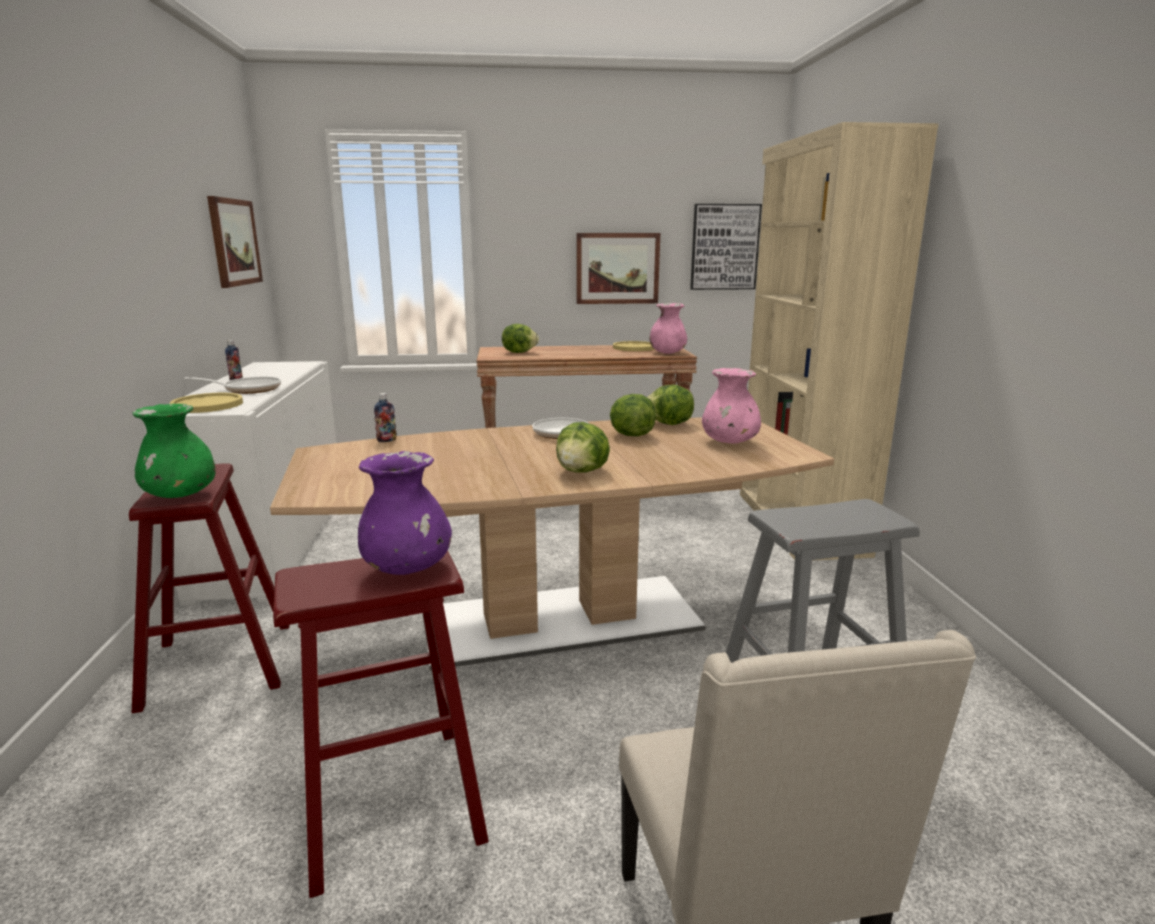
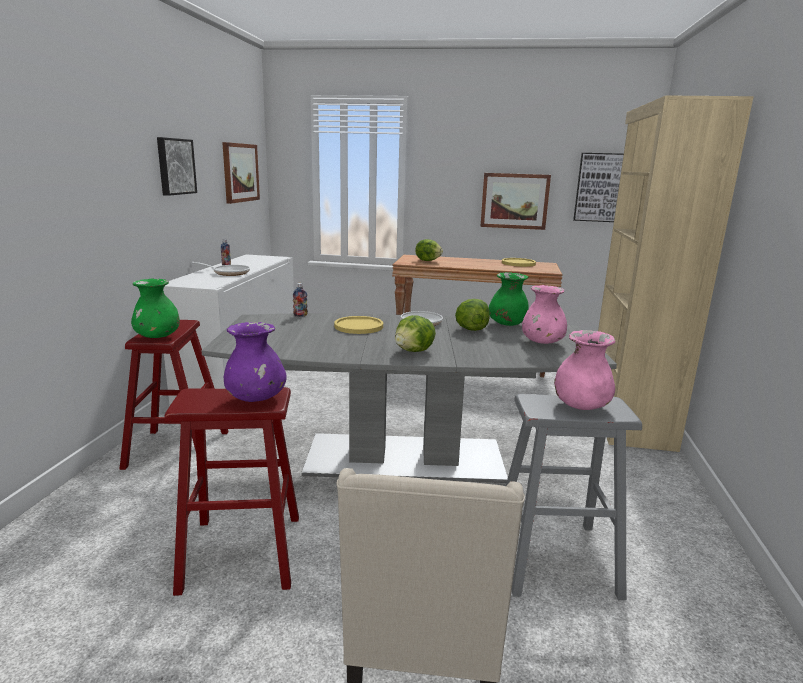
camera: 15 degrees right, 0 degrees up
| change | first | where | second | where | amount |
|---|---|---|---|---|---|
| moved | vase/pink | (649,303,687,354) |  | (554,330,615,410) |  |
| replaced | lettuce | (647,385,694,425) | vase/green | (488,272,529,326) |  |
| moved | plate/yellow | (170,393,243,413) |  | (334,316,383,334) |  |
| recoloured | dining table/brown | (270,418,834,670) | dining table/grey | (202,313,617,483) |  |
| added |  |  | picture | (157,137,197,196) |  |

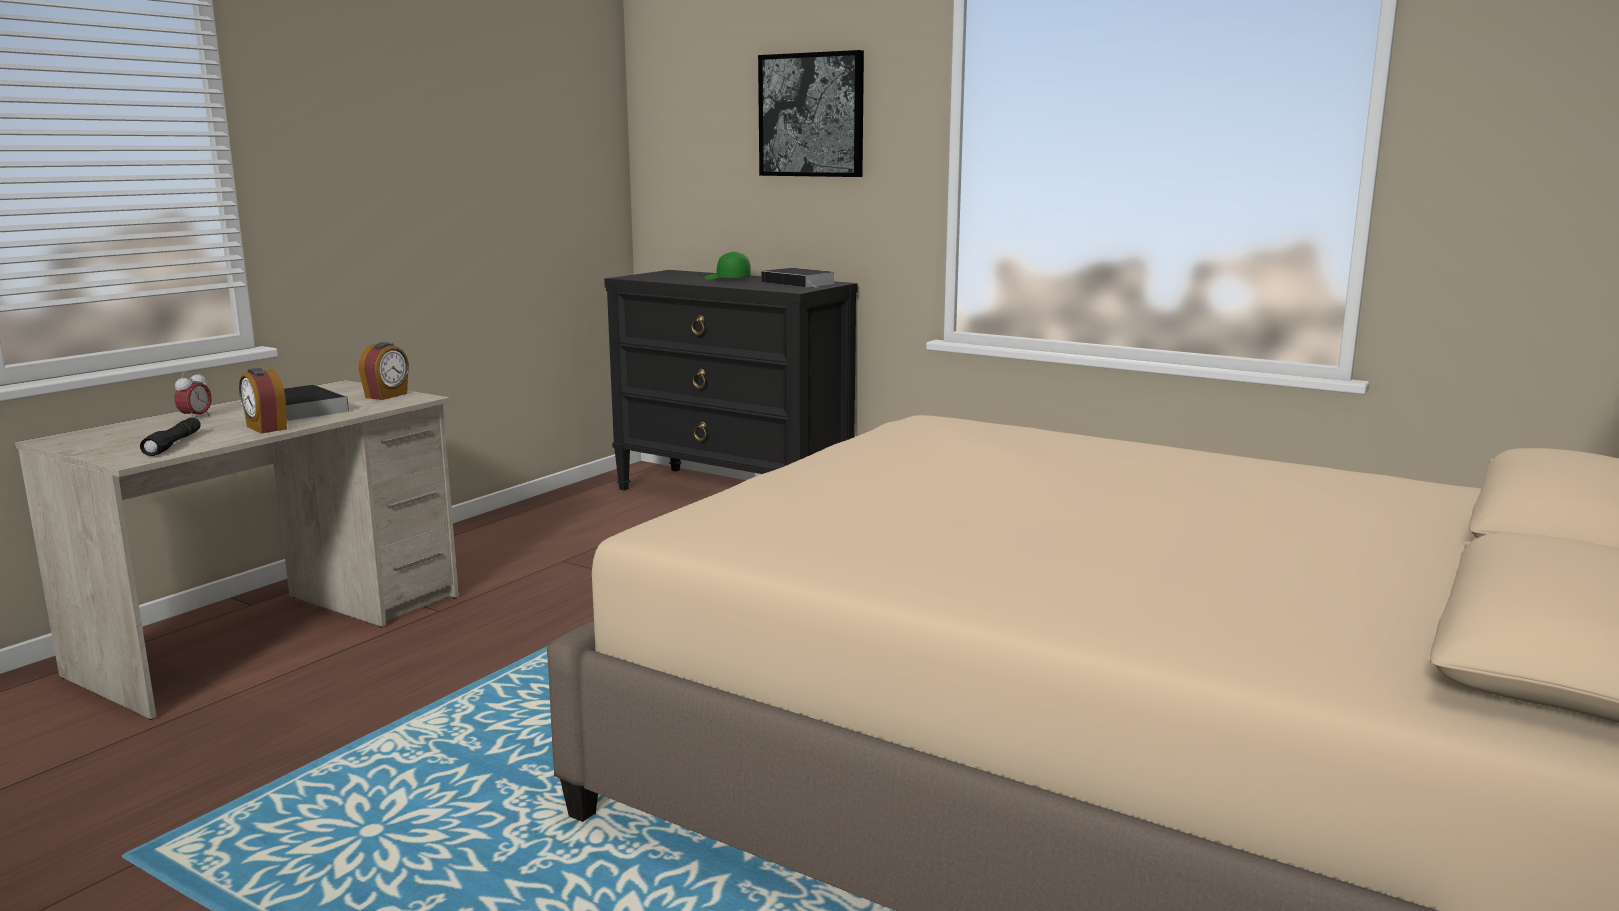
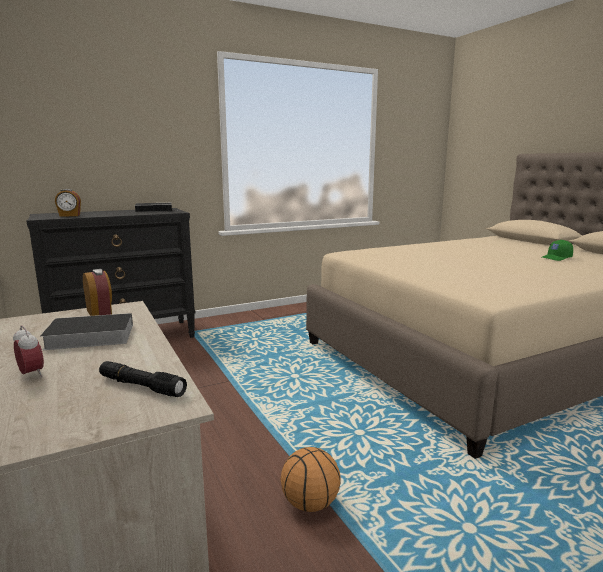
camera: 60 degrees left, 0 degrees up
| change | first | where | second | where | amount |
|---|---|---|---|---|---|
| removed | picture | (758,50,864,177) |  |  |  |
| moved | cap/green | (705,251,751,280) |  | (541,240,573,261) |  |
| moved | alarm clock | (239,368,287,433) |  | (55,189,81,217) |  |
| added |  |  | basketball | (281,447,341,512) |  |

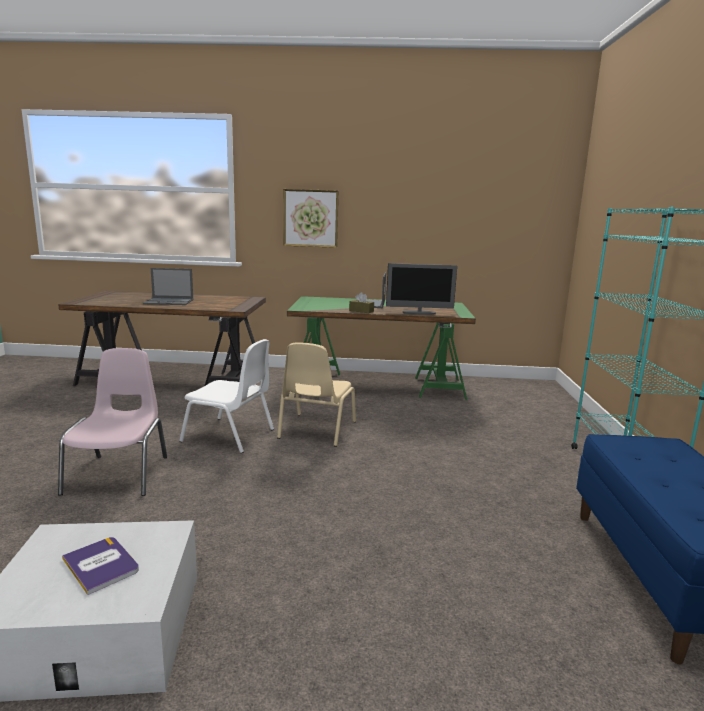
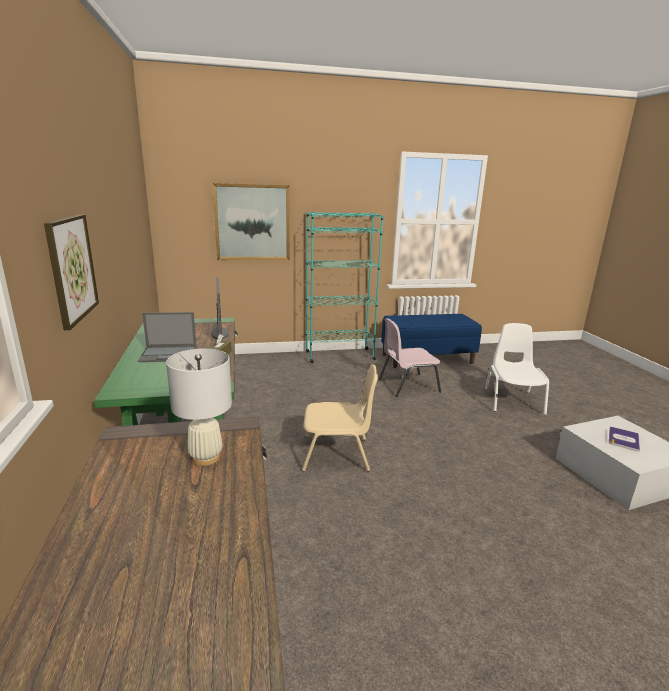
camera: 105 degrees left, 5 degrees up
| change | first | where | second | where | amount |
|---|---|---|---|---|---|
| removed | laptop | (143,268,193,305) |  |  |  |
| moved | chair/white | (179,339,274,453) |  | (485,323,549,415) |  |
| moved | chair/pink | (58,348,167,496) |  | (379,318,441,397) |  |
| added |  |  | picture | (213,183,290,260) |  |
| added |  |  | table lamp/white | (166,348,232,466) |  |

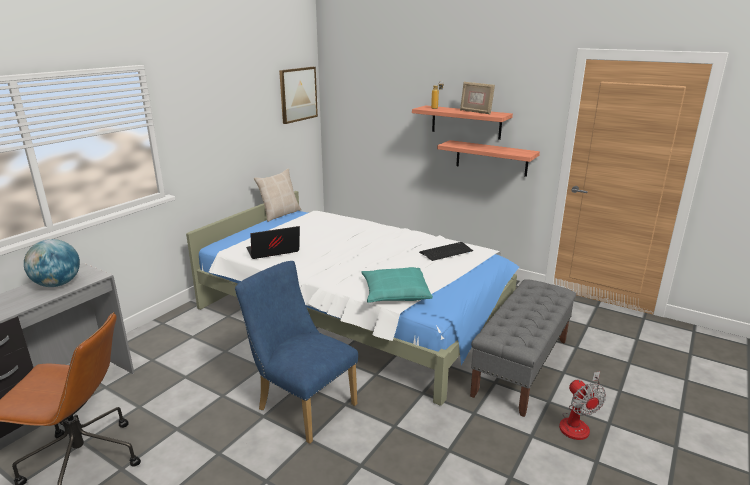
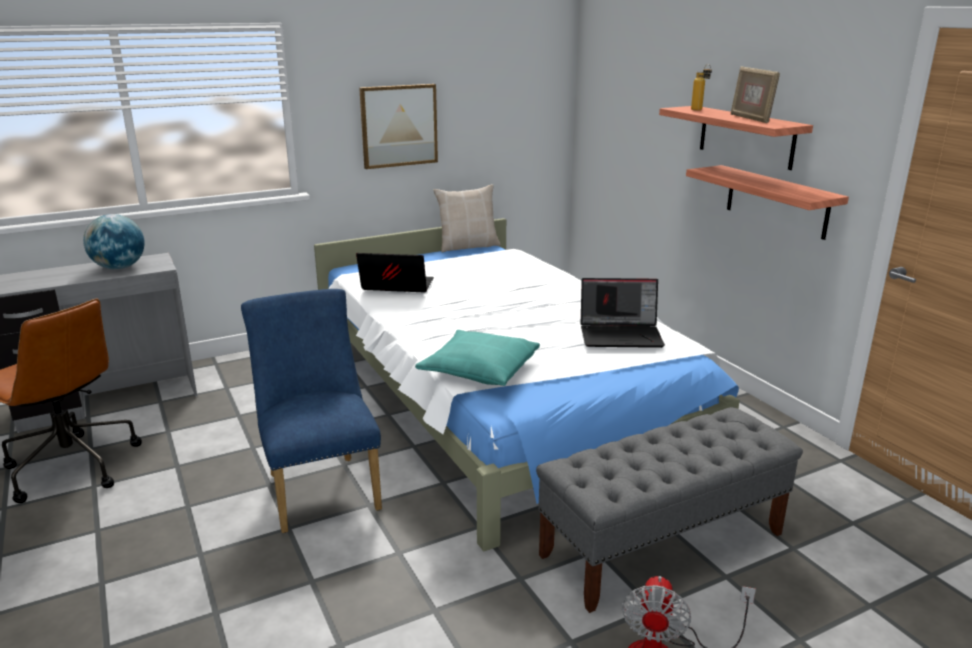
camera: 30 degrees right, 0 degrees up
| change | first | where | second | where | amount |
|---|---|---|---|---|---|
| moved | picture | (279,67,318,124) |  | (359,84,438,169) |  |
| replaced | keyboard | (419,242,473,261) | laptop | (581,278,665,348) |  |

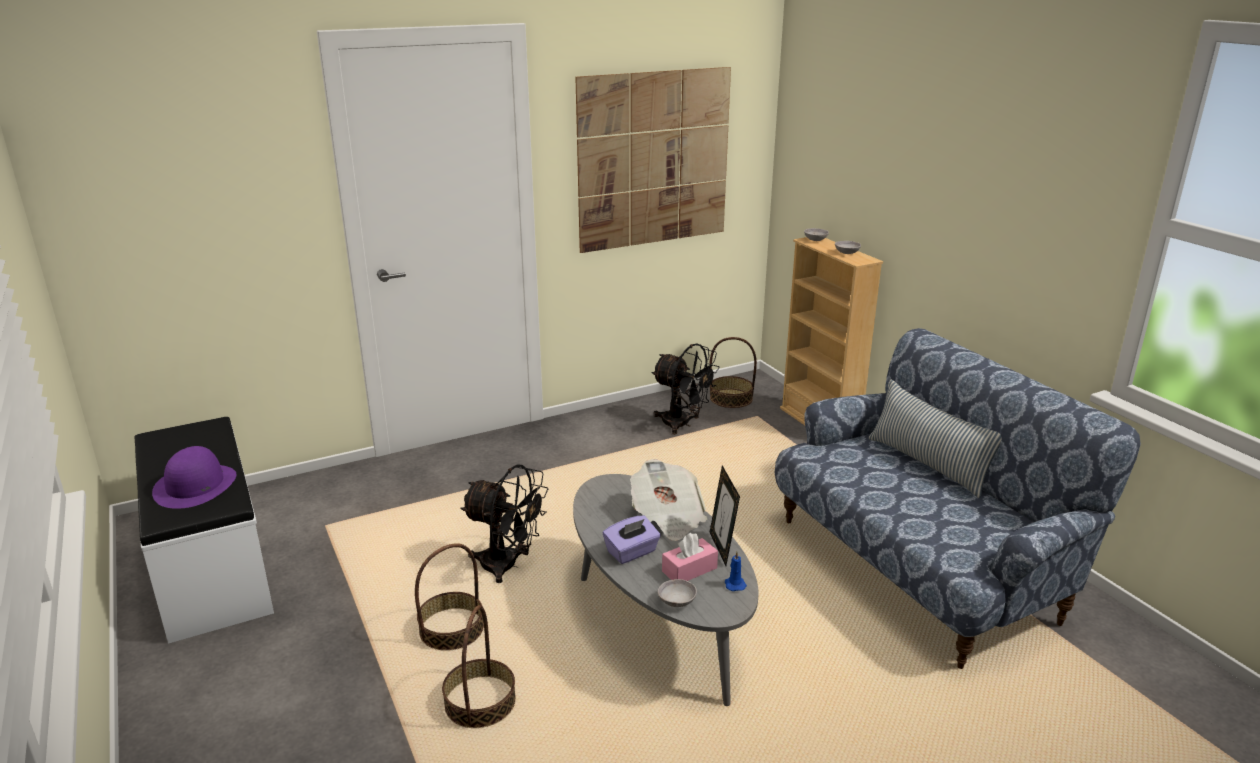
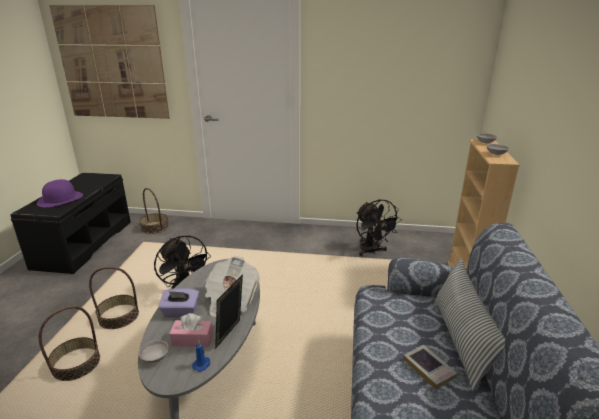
camera: 35 degrees right, 0 degrees up
| change | first | where | second | where | amount |
|---|---|---|---|---|---|
| moved | picture | (575,67,731,253) |  | (49,5,170,119) |  |
| moved | basket | (709,337,757,408) |  | (139,188,169,234) |  |
| recoloured | bench/white | (135,417,274,644) | bench/black | (10,173,131,274) |  |
| added |  |  | book | (403,345,458,390) |  |

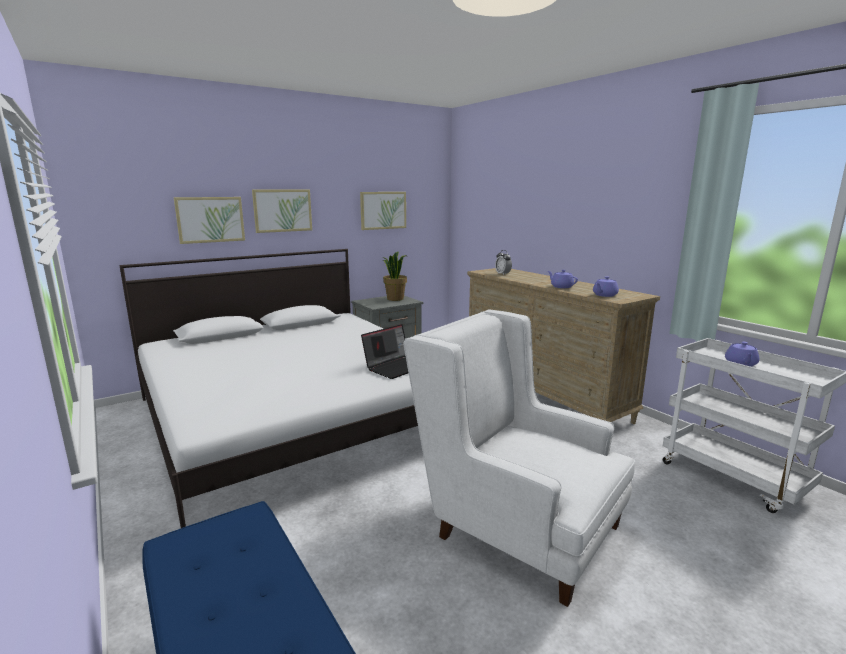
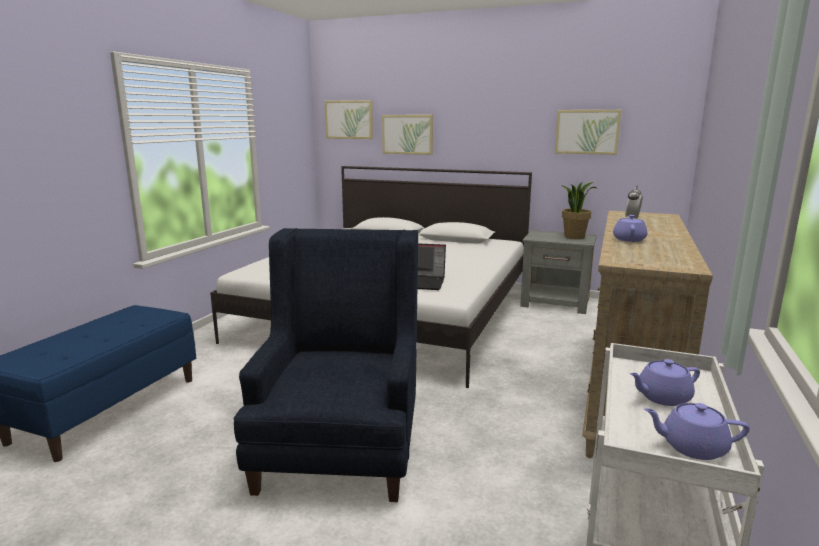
camera: 55 degrees right, 0 degrees up
| change | first | where | second | where | amount |
|---|---|---|---|---|---|
| moved | picture | (252,190,312,233) |  | (325,100,373,139) |  |
| moved | teapot/purple | (593,276,619,297) |  | (644,403,750,460) |  |
| recoloured | armchair/white | (404,309,635,607) | armchair/blue | (234,228,418,502) |  |

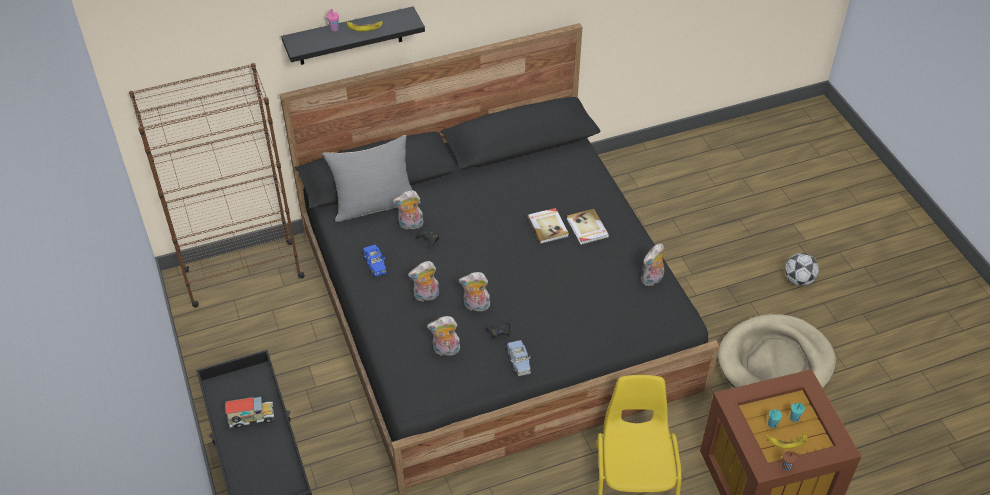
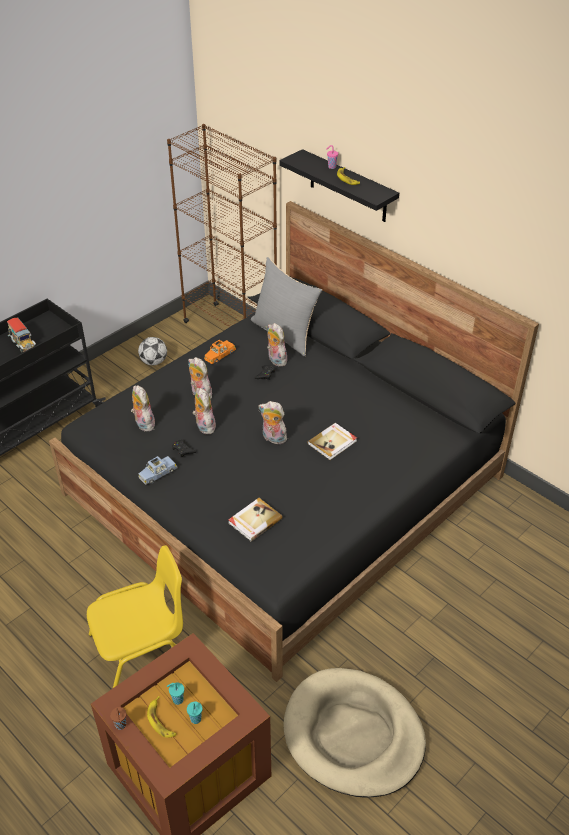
camera: 65 degrees right, 5 degrees down
| change | first | where | second | where | amount |
|---|---|---|---|---|---|
| moved | book | (567,209,609,245) |  | (228,498,283,542) |  |
| moved | plush toy | (641,243,664,286) |  | (259,401,287,444) |  |
| recoloured | toy car/blue | (363,244,386,276) | toy car/orange | (204,340,236,364) |  |
| moved | football | (785,253,819,286) |  | (138,337,167,366) |  |

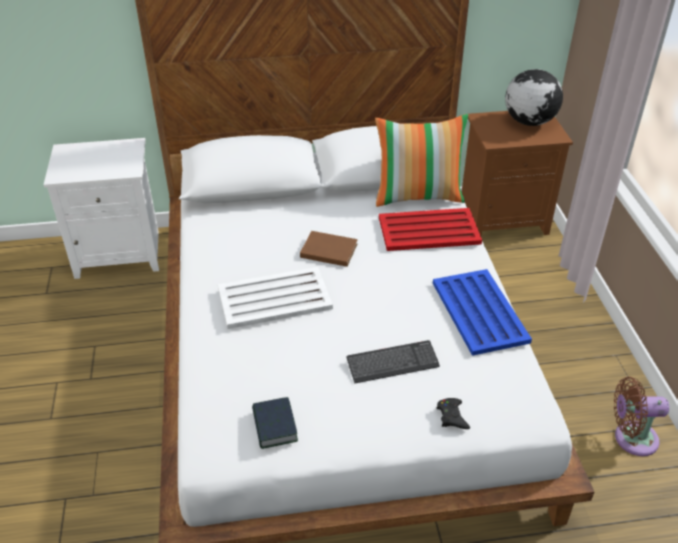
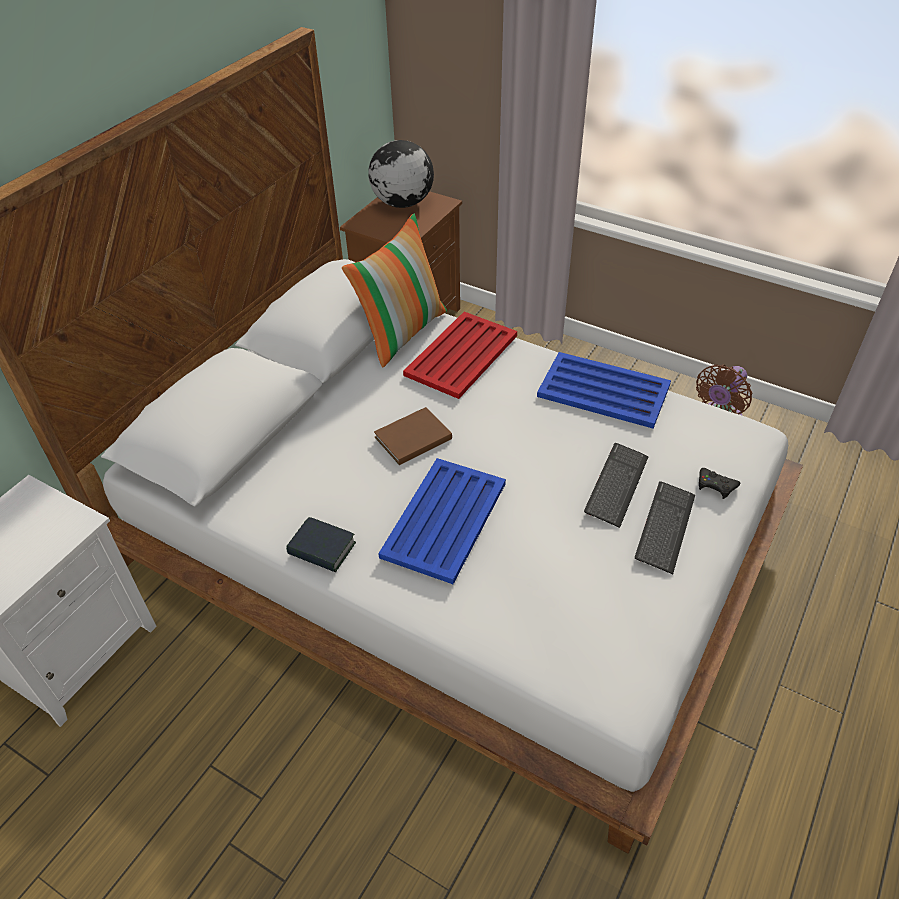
camera: 50 degrees left, 5 degrees up
| change | first | where | second | where | amount |
|---|---|---|---|---|---|
| recoloured | tray/white | (218,267,333,329) | tray/blue | (378,458,506,584) |  |
| moved | book | (252,397,298,449) |  | (286,517,356,572) |  |
| added |  |  | keyboard | (635,481,695,574) |  |

